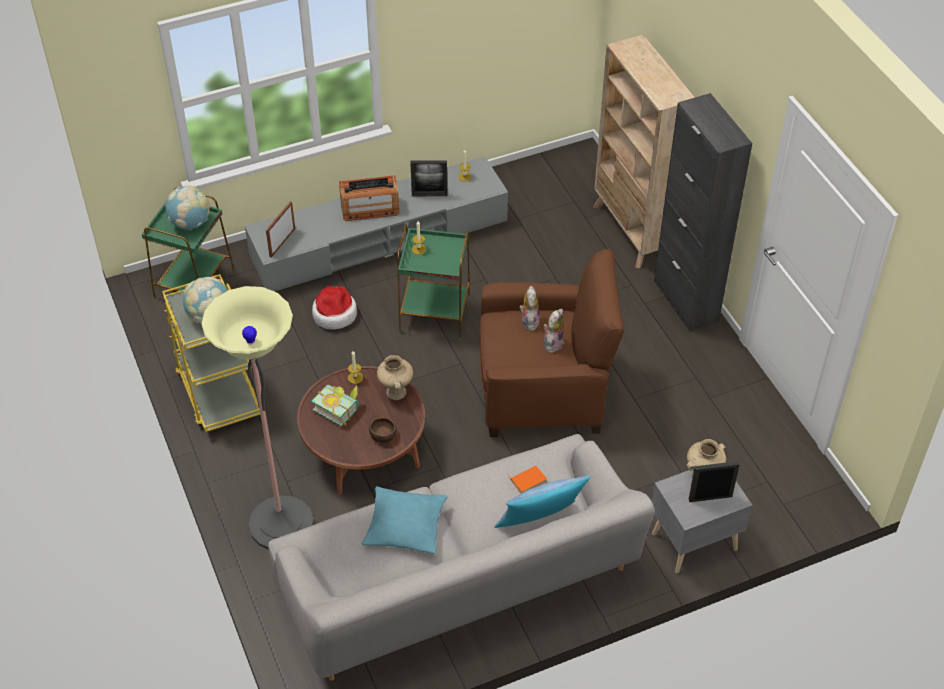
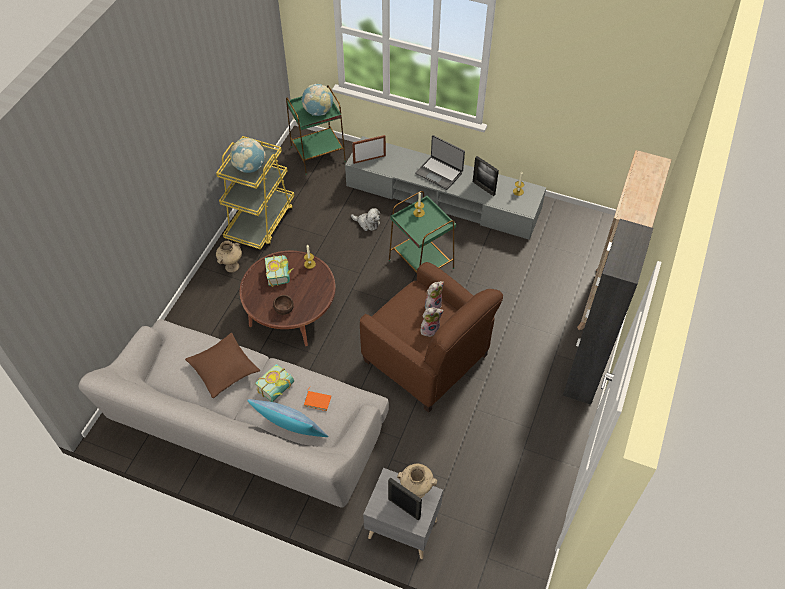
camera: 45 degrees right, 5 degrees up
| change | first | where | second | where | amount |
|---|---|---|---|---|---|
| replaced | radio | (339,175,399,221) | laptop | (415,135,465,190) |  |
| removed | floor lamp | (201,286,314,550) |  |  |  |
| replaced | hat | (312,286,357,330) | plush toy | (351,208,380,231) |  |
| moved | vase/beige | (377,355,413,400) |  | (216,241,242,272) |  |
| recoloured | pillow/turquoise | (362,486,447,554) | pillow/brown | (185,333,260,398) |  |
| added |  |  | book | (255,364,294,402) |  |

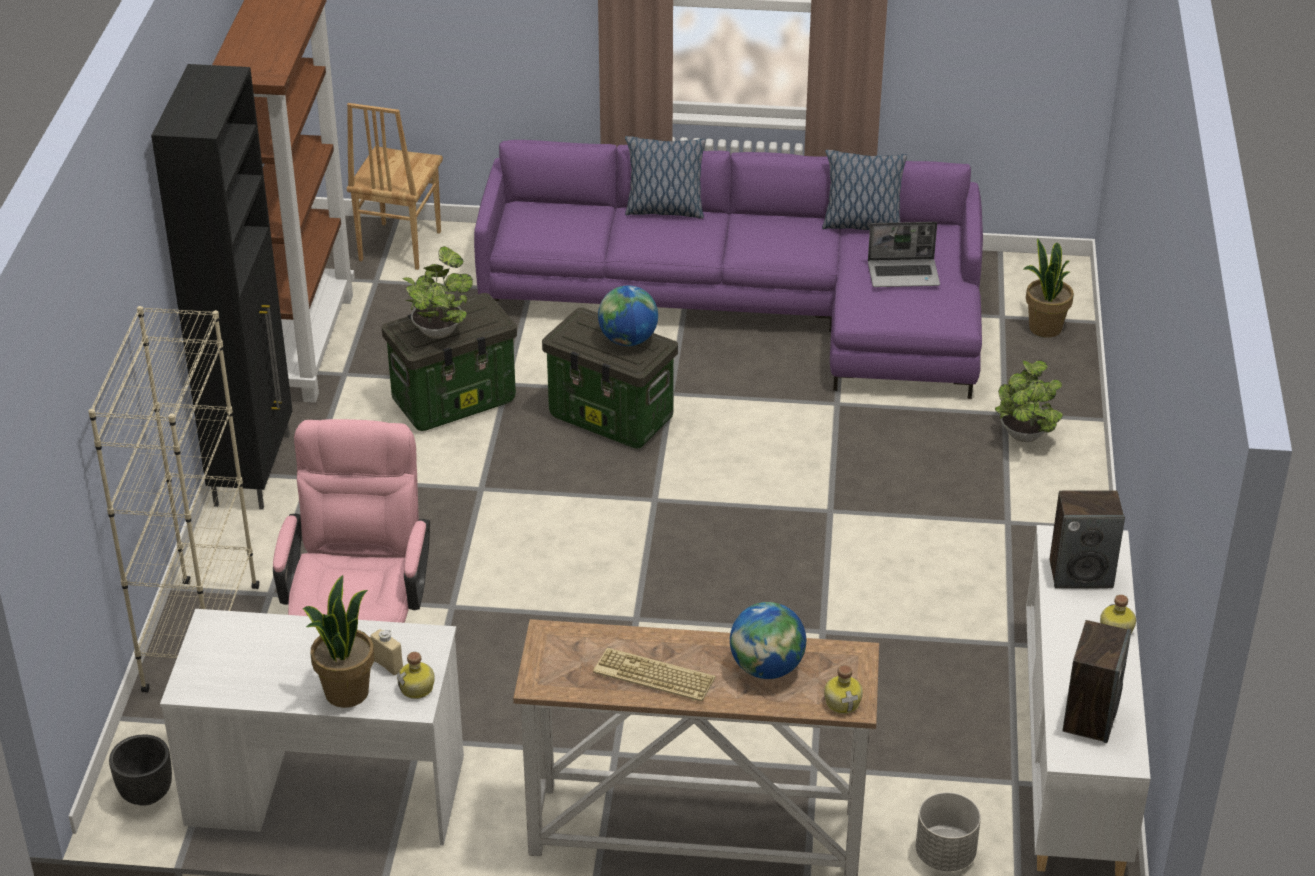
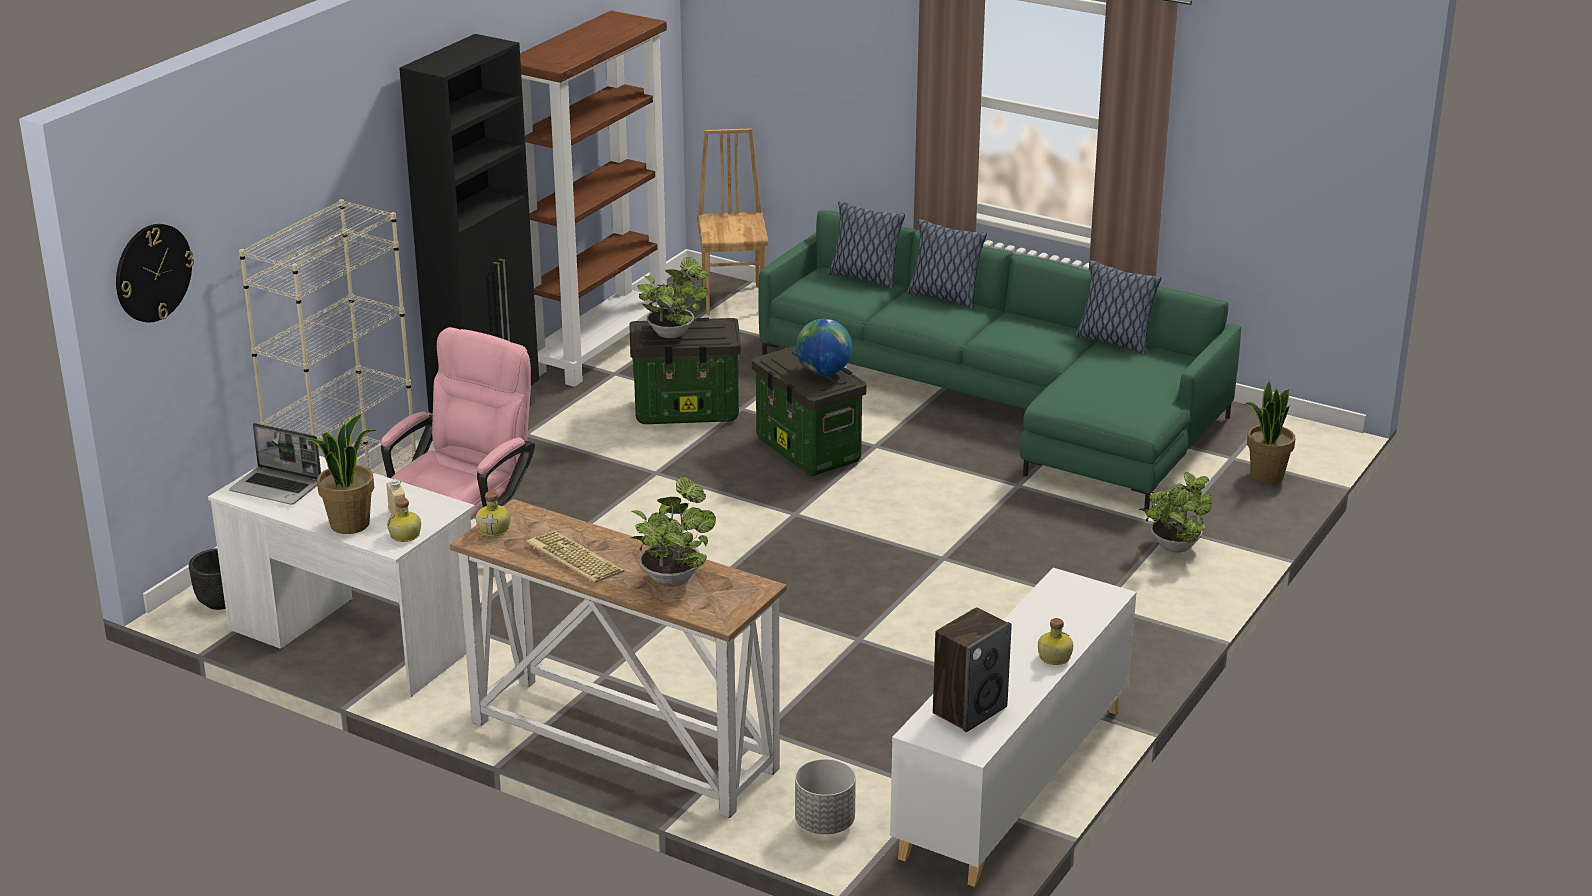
camera: 25 degrees right, 10 degrees down
| change | first | where | second | where | amount |
|---|---|---|---|---|---|
| turned | chair/brown | (347,103,443,270) |  | (697,128,769,315) | 135 degrees clockwise |
| recoloured | sofa/purple | (474,140,983,399) | sofa/green | (758,210,1241,509) |  |
| moved | laptop | (868,222,940,287) |  | (229,423,321,505) |  |
| removed | speaker | (1050,490,1125,589) |  |  |  |
| replaced | globe | (730,602,806,679) | potted plant | (632,476,716,587) |  |
| moved | bottle | (824,665,863,714) |  | (476,491,510,537) |  |
| added |  |  | pillow | (828,201,905,288) |  |
| added |  |  | wall clock | (116,224,194,323) |  |

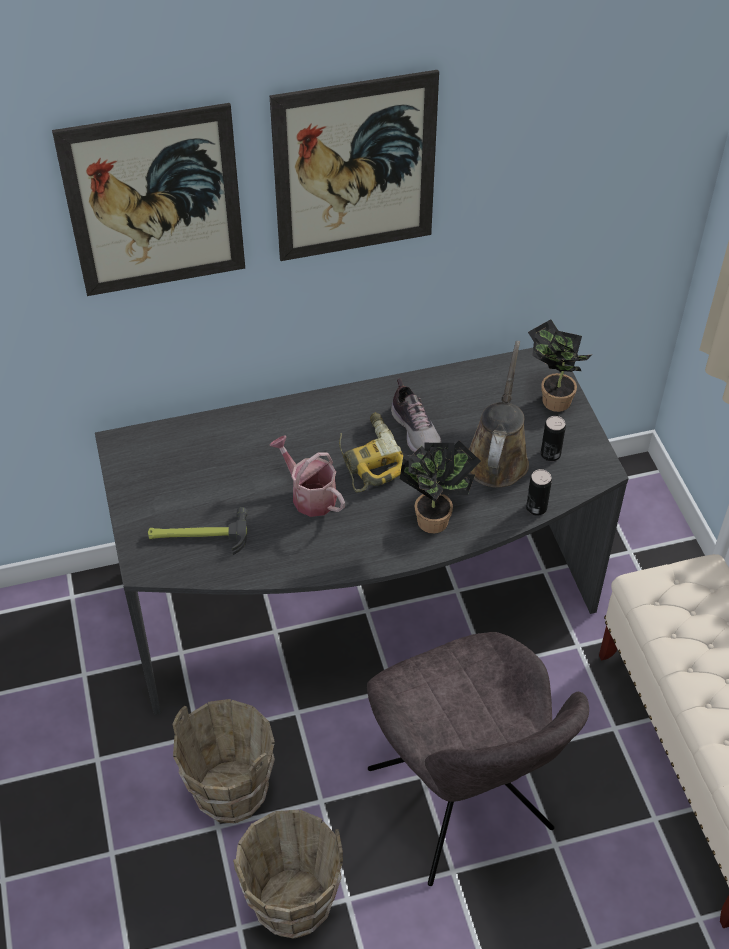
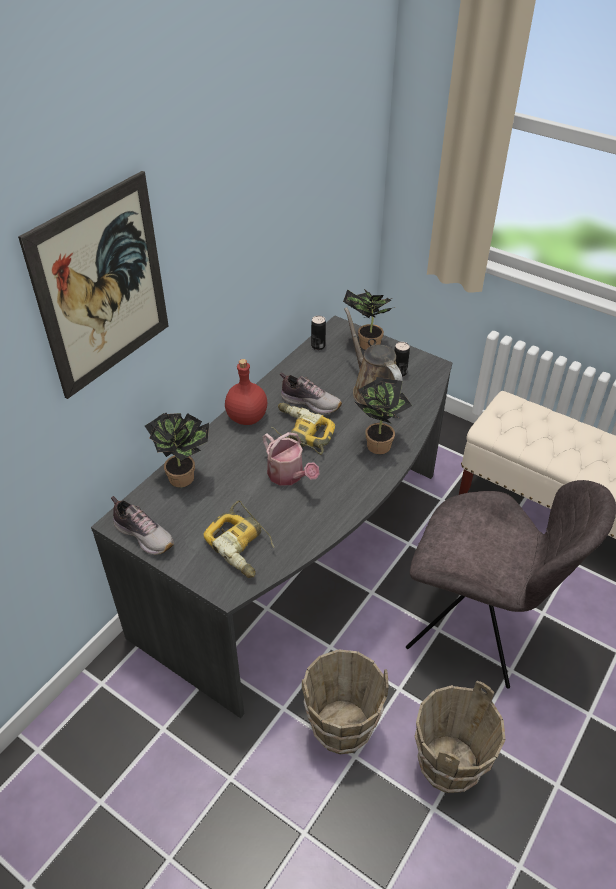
camera: 40 degrees left, 5 degrees down
| change | first | where | second | where | amount |
|---|---|---|---|---|---|
| removed | picture | (270,70,439,261) |  |  |  |
| turned | watering can | (270,435,345,517) |  | (262,432,319,486) | 135 degrees counterclockwise |
| moved | can | (526,469,552,516) |  | (311,316,326,350) |  |
| replaced | hammer | (148,507,247,555) | power drill | (203,500,274,578) |  |
| added |  |  | bottle/red | (225,359,267,425) |  |
| added |  |  | potted plant | (145,413,209,488) |  |
| added |  |  | shoe | (111,496,174,555) |  |

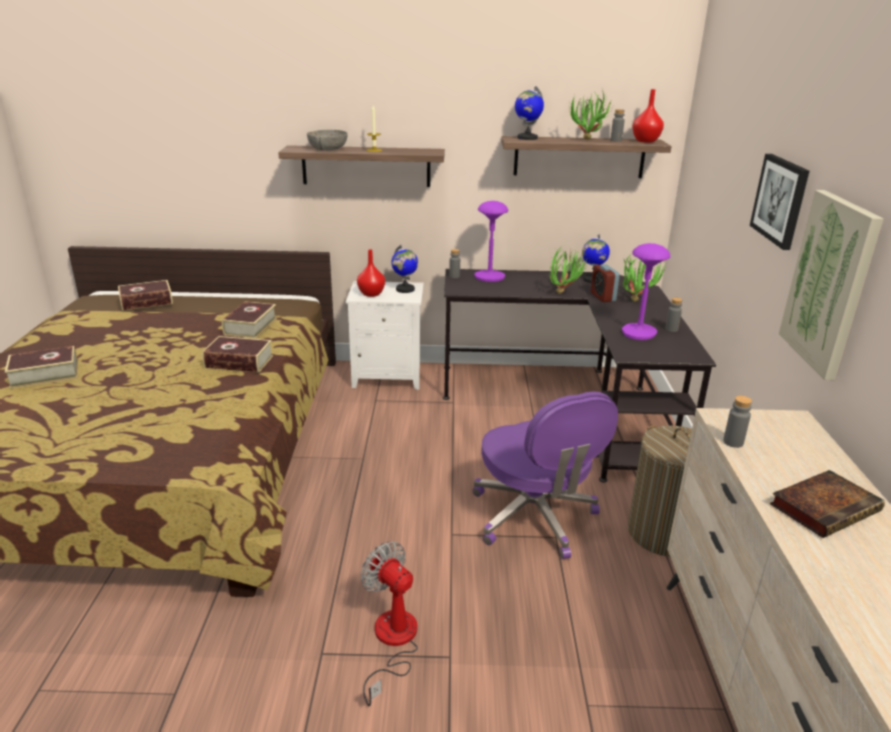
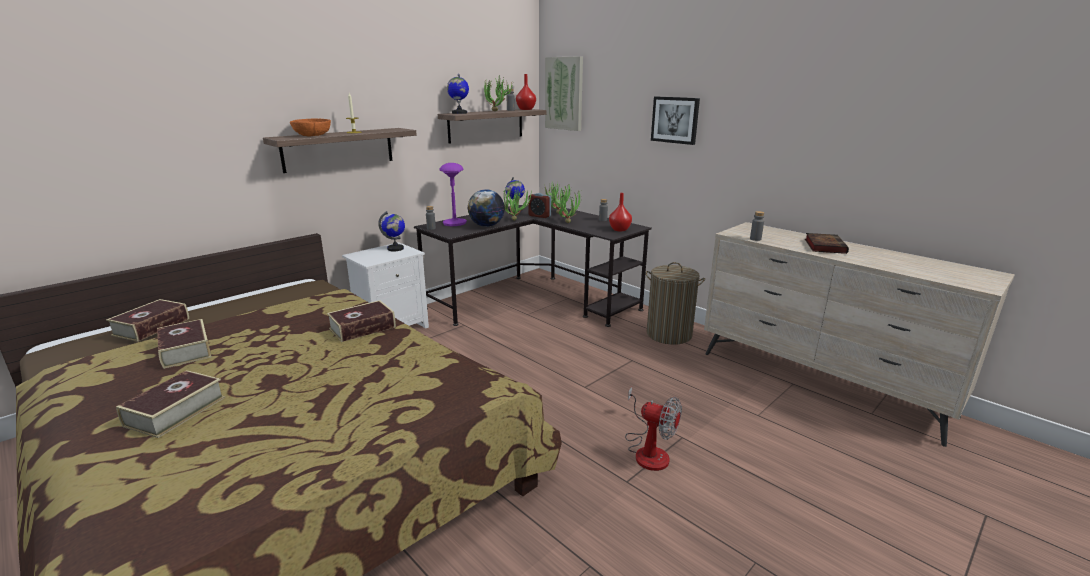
camera: 45 degrees left, 5 degrees down
| change | first | where | second | where | amount |
|---|---|---|---|---|---|
| recoloured | bowl/grey | (307,130,348,150) | bowl/orange | (290,119,331,136) |  |
| moved | picture | (779,190,884,380) |  | (545,56,583,131) |  |
| removed | table lamp/purple | (622,243,671,340) |  |  |  |
| moved | vase/red | (357,249,385,297) |  | (609,193,632,232) |  |
| moved | book | (222,301,277,338) |  | (157,319,212,369) |  |
| removed | office chair/purple | (473,391,618,559) |  |  |  |
| turned | fan | (361,541,418,706) |  | (625,387,682,471) | 150 degrees counterclockwise |
| added |  |  | globe | (468,189,505,227) |  |
| added |  |  | potted plant | (553,189,582,223) |  |

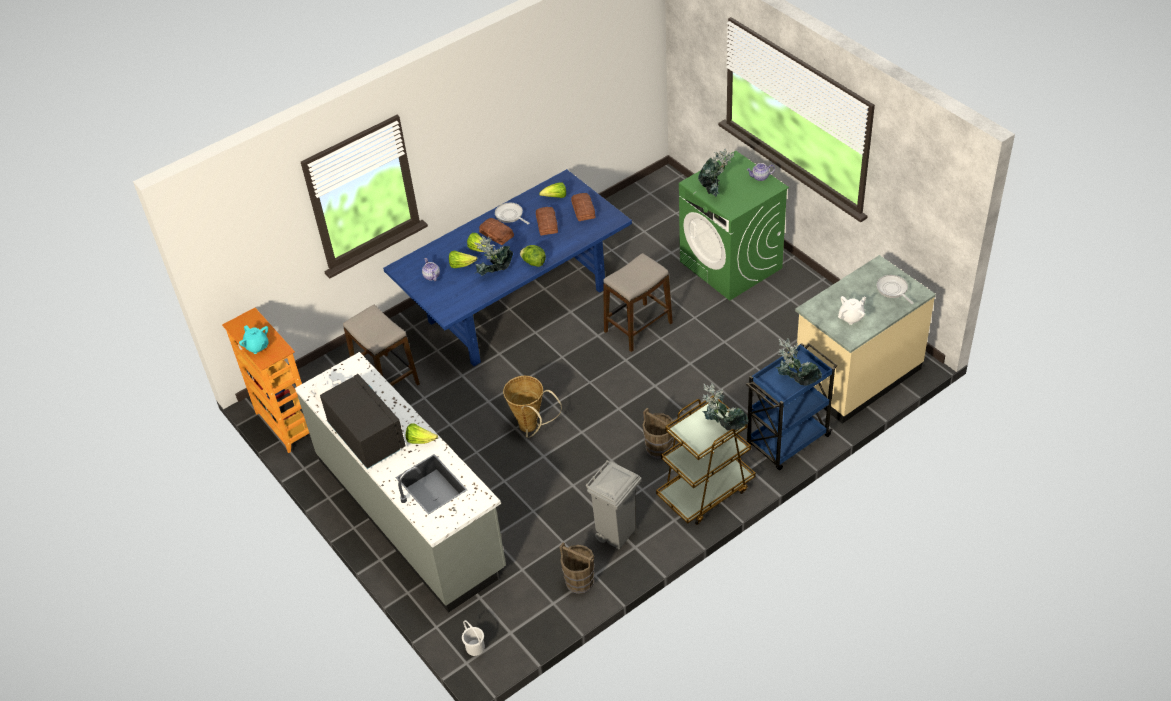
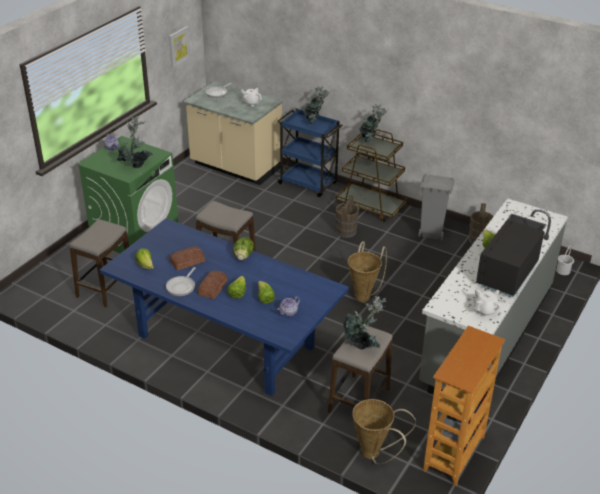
camera: 115 degrees left, 10 degrees down
| change | first | where | second | where | amount |
|---|---|---|---|---|---|
| removed | bread | (571,193,595,221) |  |  |  |
| moved | potted plant | (474,236,513,276) |  | (342,296,386,350) |  |
| removed | teapot/turquoise | (239,325,269,354) |  |  |  |
| added |  |  | picture | (169,26,191,68) |  |
| added |  |  | stool | (69,219,129,307) |  |
| added |  |  | basket | (352,399,416,464) |  |

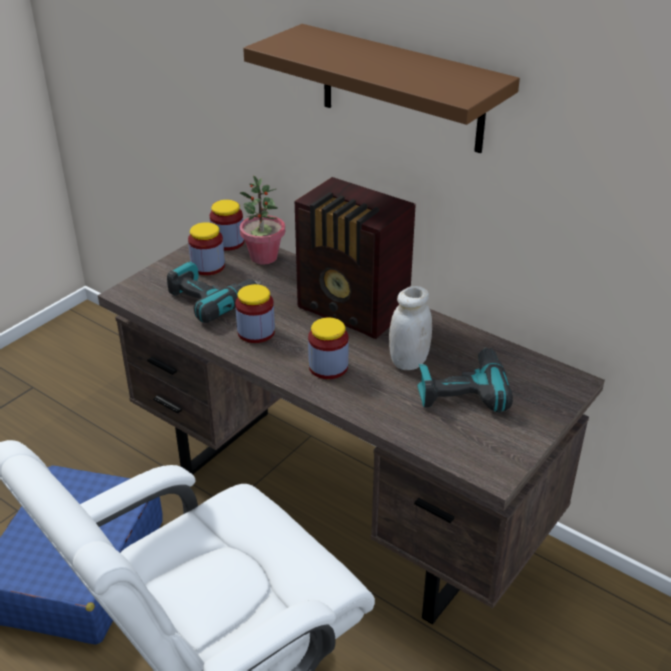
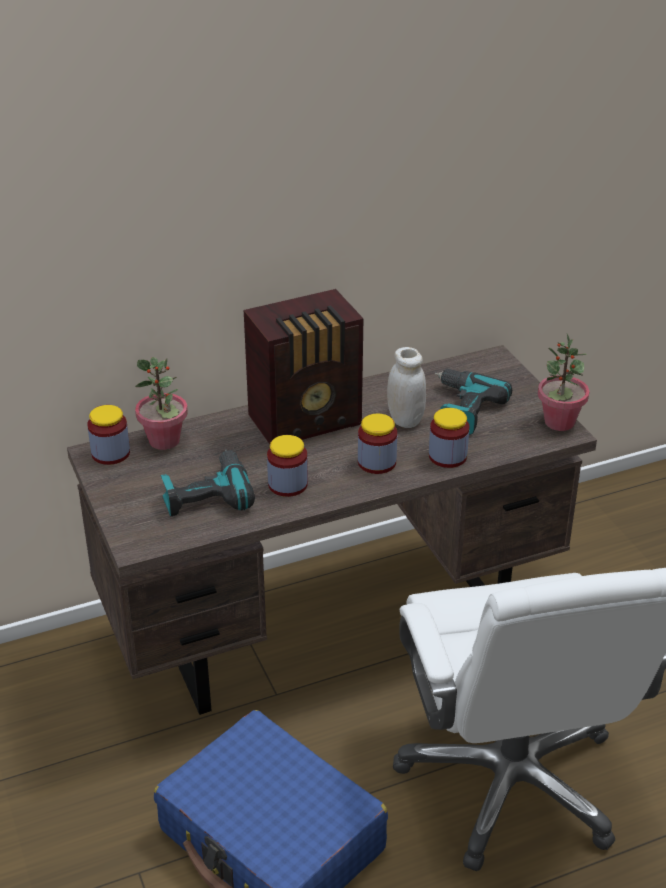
camera: 60 degrees left, 0 degrees up
| change | first | where | second | where | amount |
|---|---|---|---|---|---|
| removed | shelf/brown | (243,24,520,153) |  |  |  |
| moved | jar | (188,222,225,275) |  | (429,408,469,468) |  |
| added |  |  | potted plant | (538,334,590,431) |  |

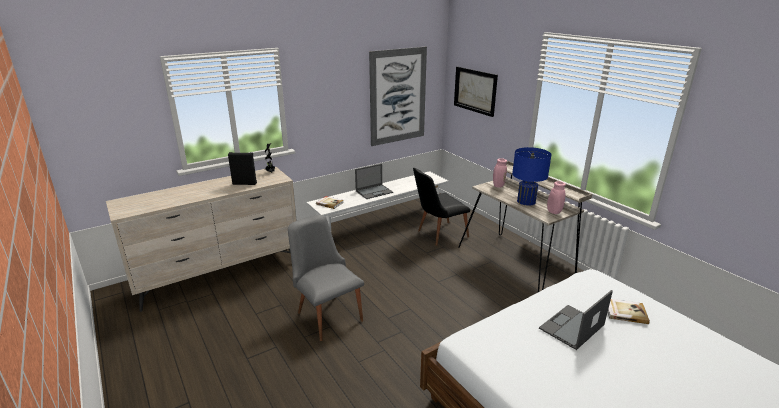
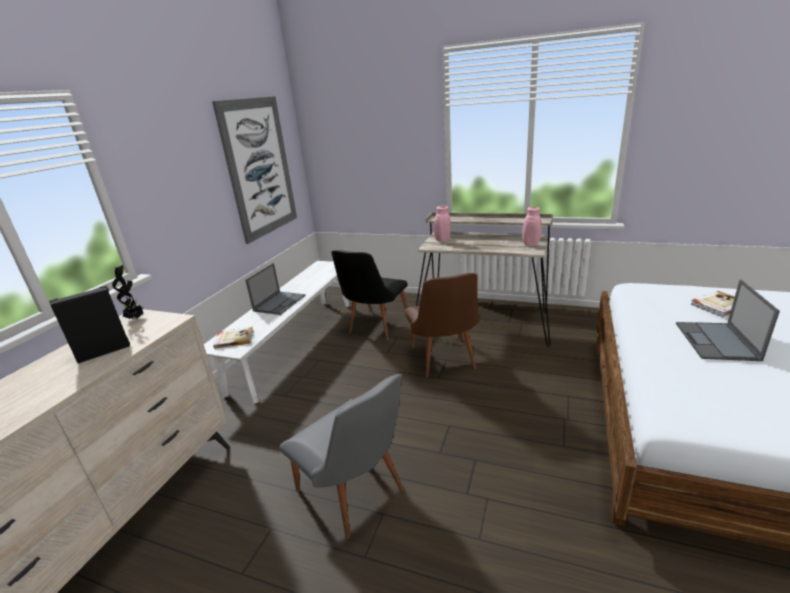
camera: 35 degrees left, 0 degrees up
| change | first | where | second | where | amount |
|---|---|---|---|---|---|
| removed | picture | (454,67,498,117) |  |  |  |
| removed | table lamp/blue | (512,147,552,206) |  |  |  |
| turned | chair/grey | (288,215,364,341) |  | (280,374,404,539) | 150 degrees counterclockwise |
| added |  |  | chair/brown | (404,273,479,378) |  |

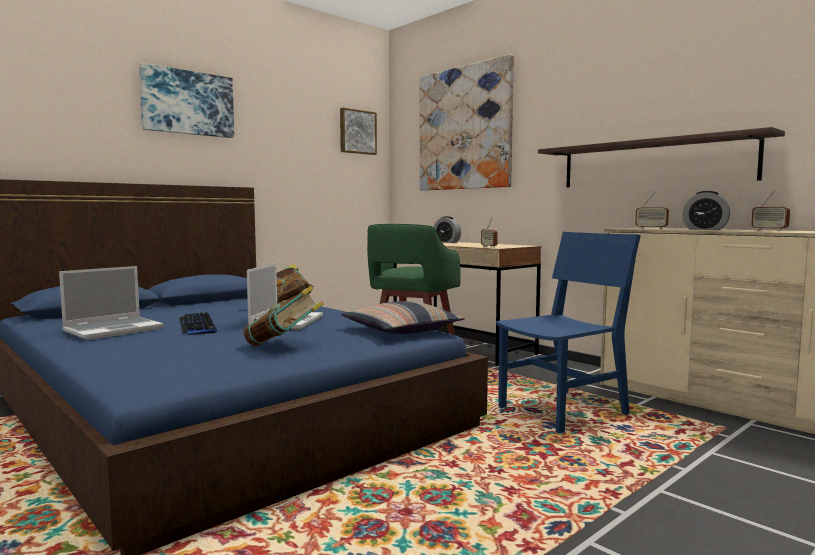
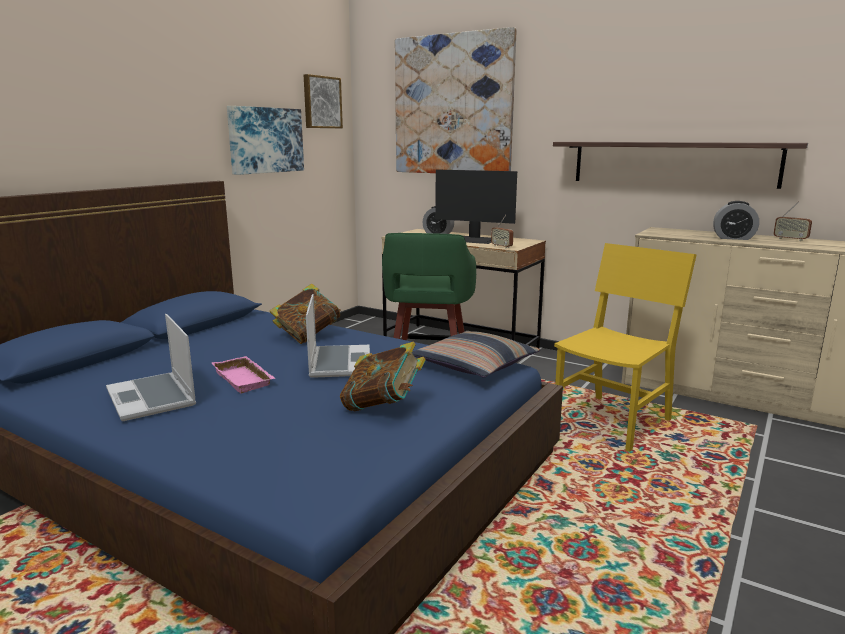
camera: 15 degrees left, 10 degrees up
| change | first | where | second | where | amount |
|---|---|---|---|---|---|
| moved | picture | (139,63,234,138) |  | (227,106,304,175) |  |
| removed | radio | (635,192,669,229) |  |  |  |
| recoloured | chair/blue | (496,232,641,433) | chair/yellow | (554,243,697,452) |  |
| turned | laptop | (59,266,164,340) |  | (106,314,196,421) | 120 degrees clockwise |
| replaced | keyboard | (179,312,217,335) | tray/pink | (212,356,276,394) |  |
| added |  |  | monitor | (435,170,517,244) |  |

